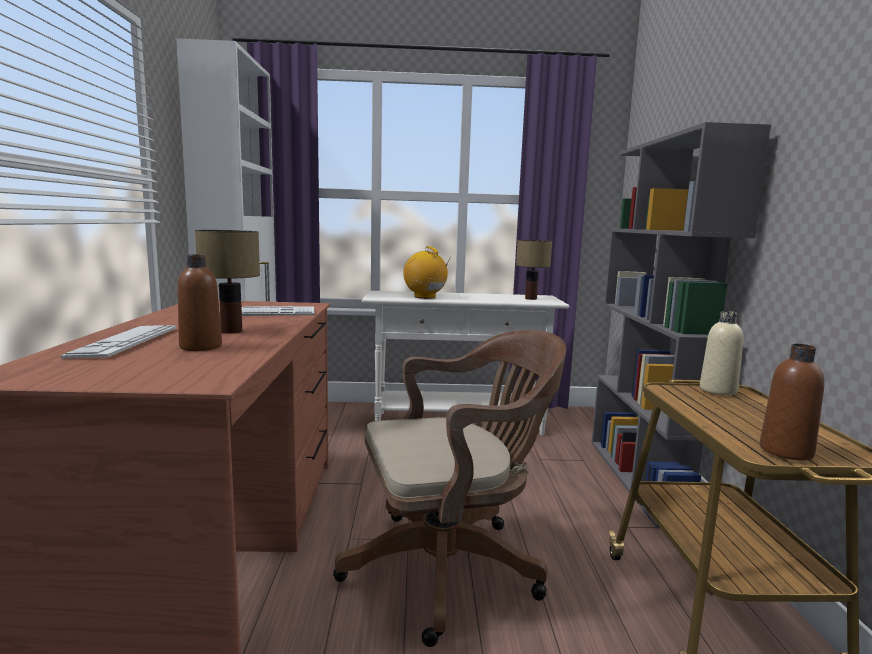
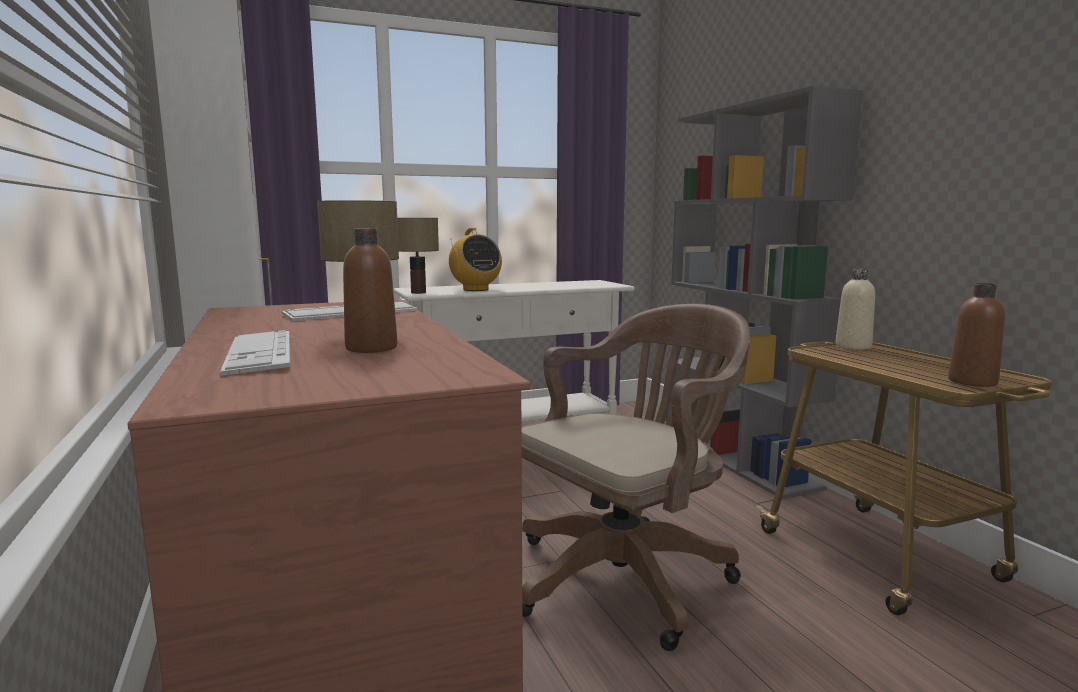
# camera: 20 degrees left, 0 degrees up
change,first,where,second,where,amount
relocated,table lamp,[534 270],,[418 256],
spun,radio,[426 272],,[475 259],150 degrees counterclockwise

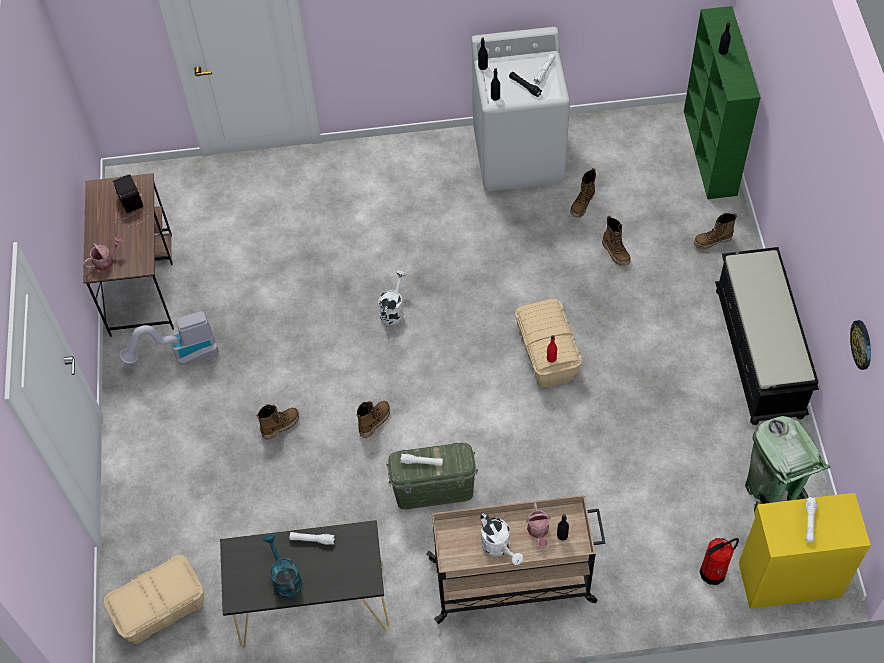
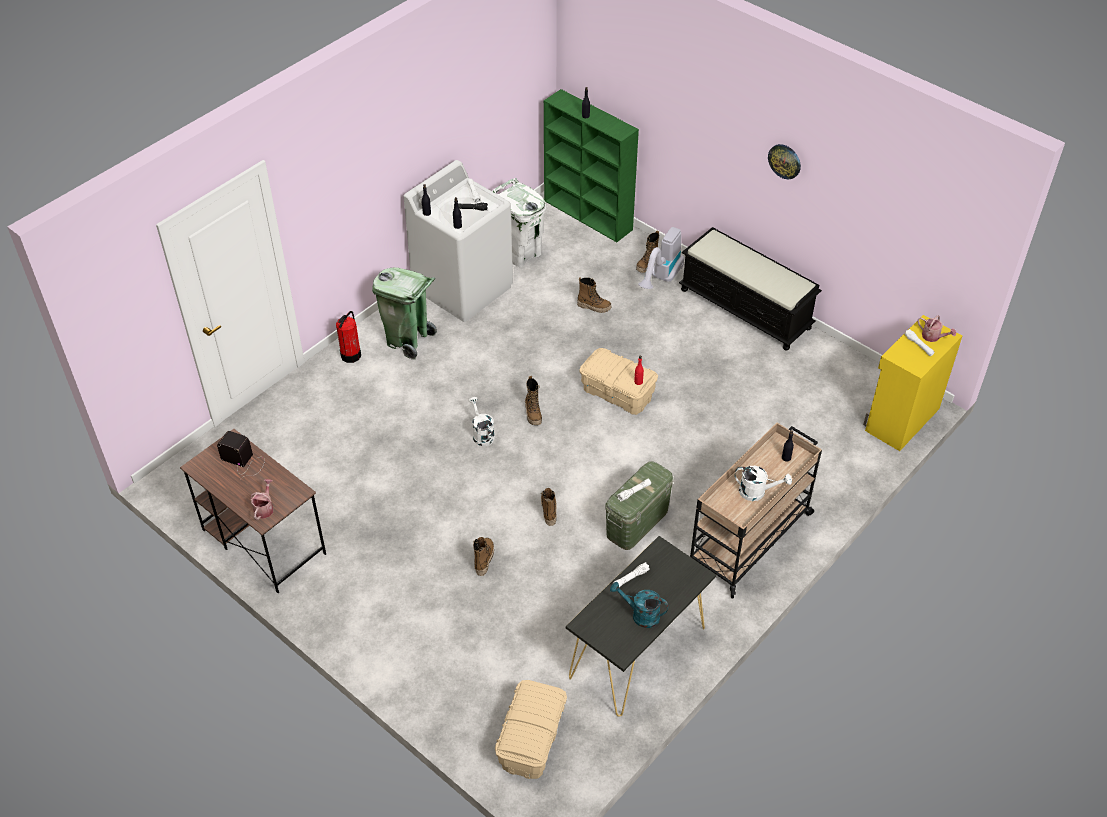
# camera: 45 degrees left, 10 degrees down
change,first,where,second,where,amount
relocated,fire extinguisher,[719 561],,[348 337],
relocated,green trash can,[787 464],,[404 313],
appeared,,,white trash can,[519 222],
relocated,boot,[583 193],,[533 400],
relocated,vacuum cleaner,[169 338],,[661 258],
relocated,wall clock,[860 345],,[784 161],
relocated,watering can,[538 525],,[936 328],

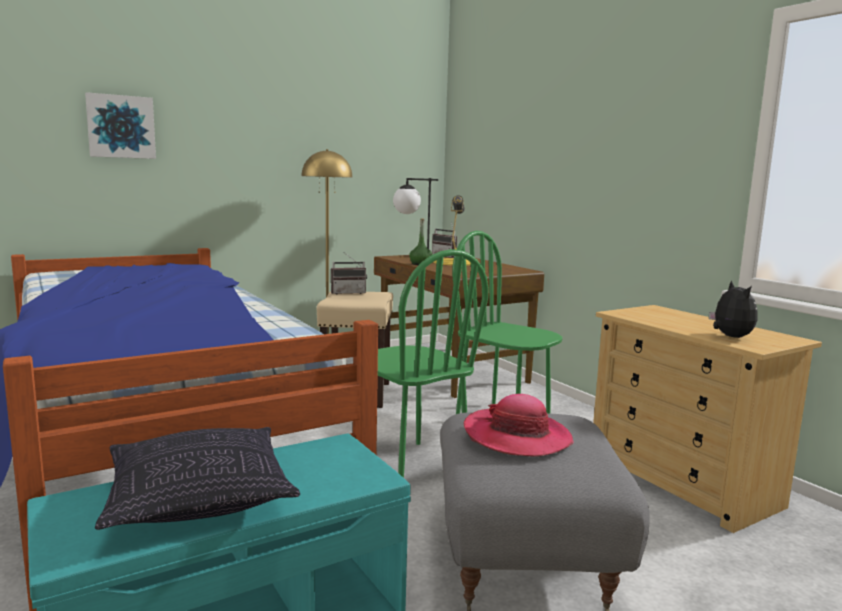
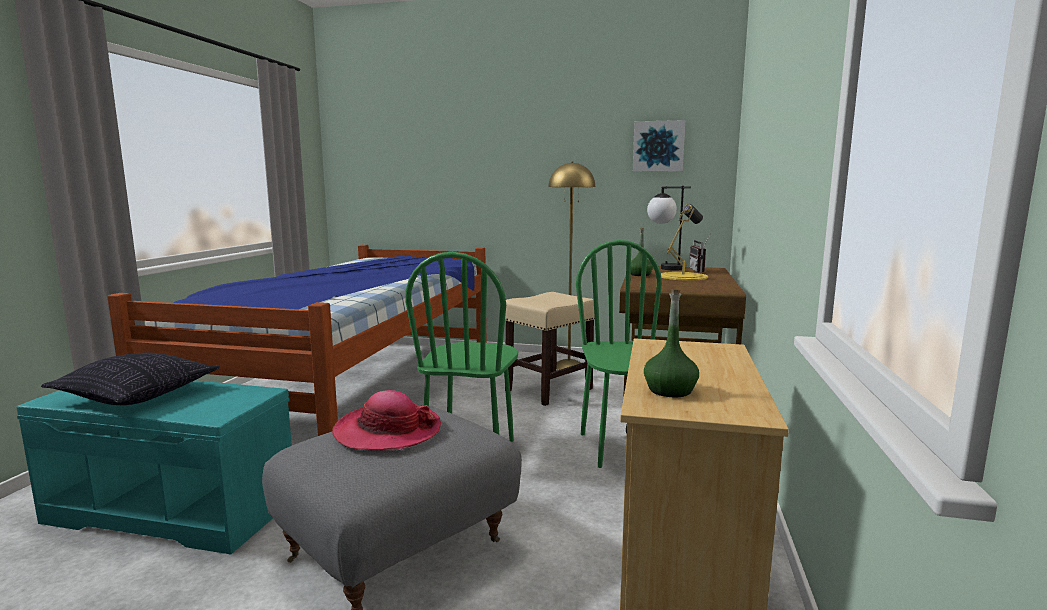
# camera: 45 degrees right, 0 degrees up
change,first,where,second,where,amount
relocated,picture,[120 125],,[659 146],
exchanged,plush toy,[733 309],green bottle,[671 343],
missing,radio,[349 274],,,

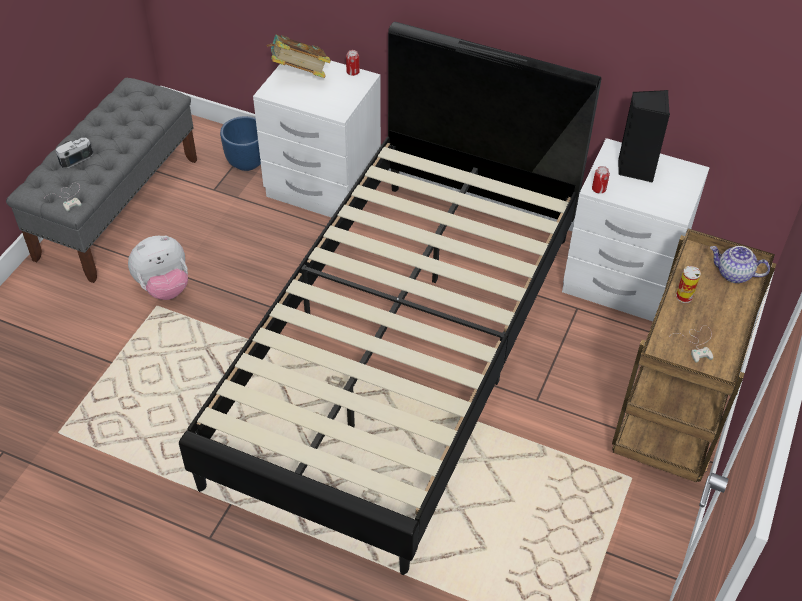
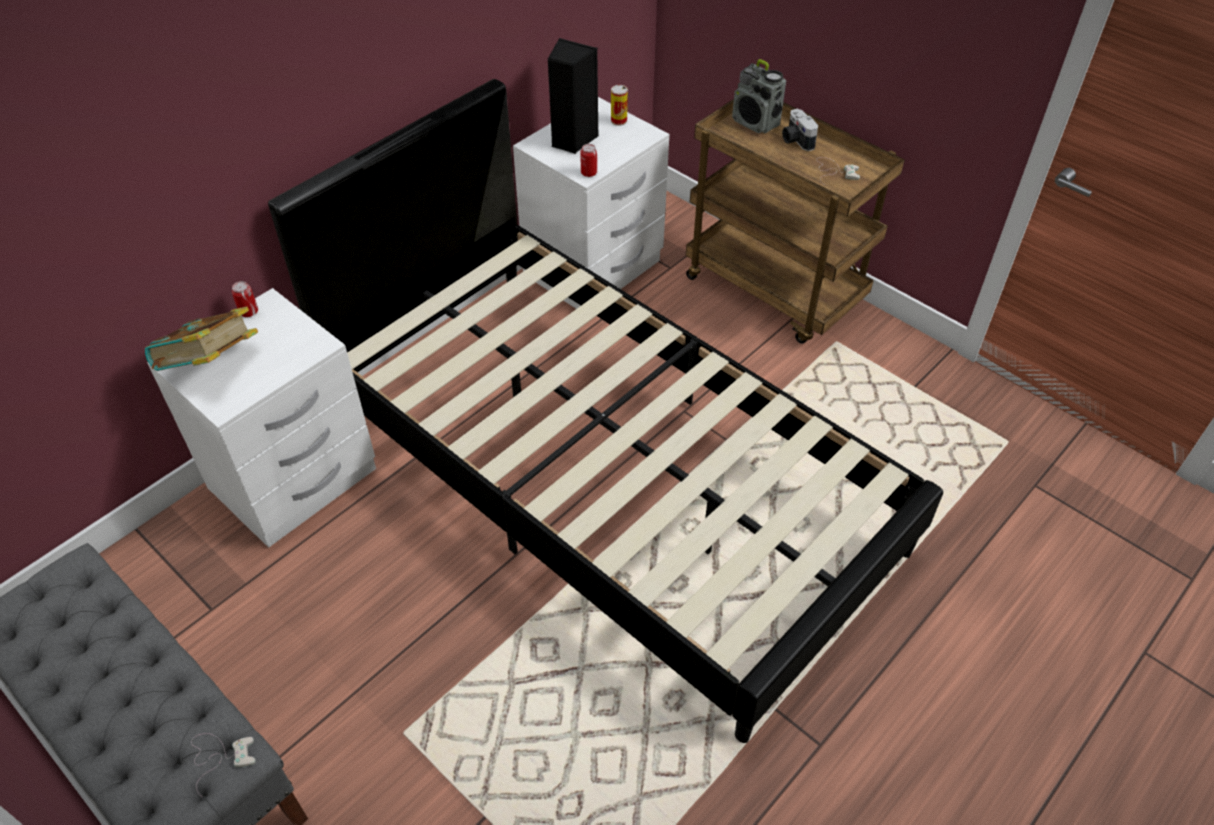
# camera: 70 degrees left, 0 degrees up
change,first,where,second,where,amount
relocated,can,[688 284],,[619 105],
exchanged,teapot,[740 264],radio,[759 96],
relocated,photo camera,[74 153],,[800 130],
missing,plush toy,[158 268],,,
missing,blue planter,[240 143],,,

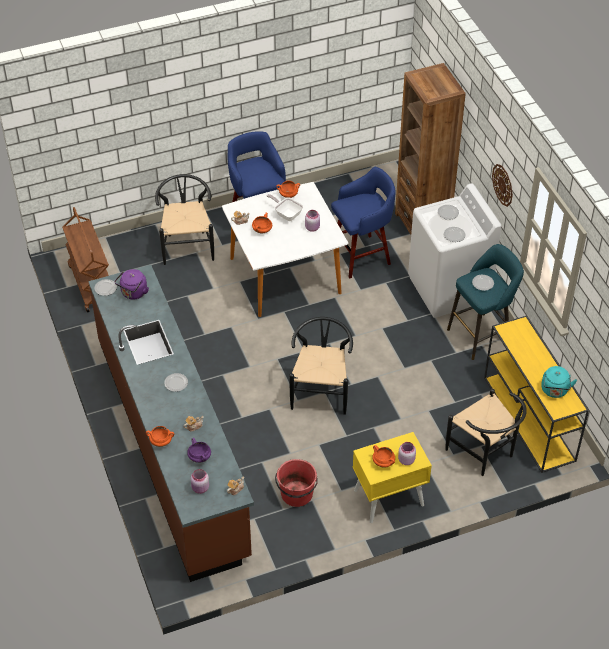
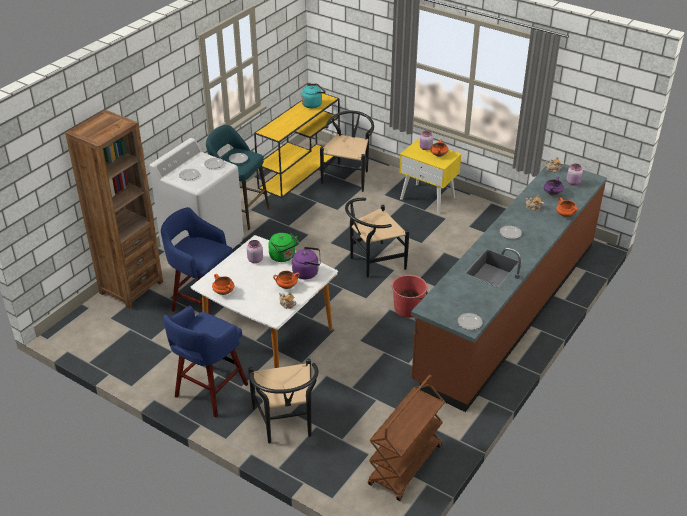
# camera: 125 degrees left, 10 degrees down
change,first,where,second,where,amount
spun,black chair,[184 219],,[283 401],60 degrees counterclockwise
appeared,,,green kettle,[283 247],
relocated,purple kettle,[131 284],,[306 263],
relocated,red bucket,[296 483],,[410 296],
missing,frying pan,[285 207],,,
missing,wall clock,[502 185],,,

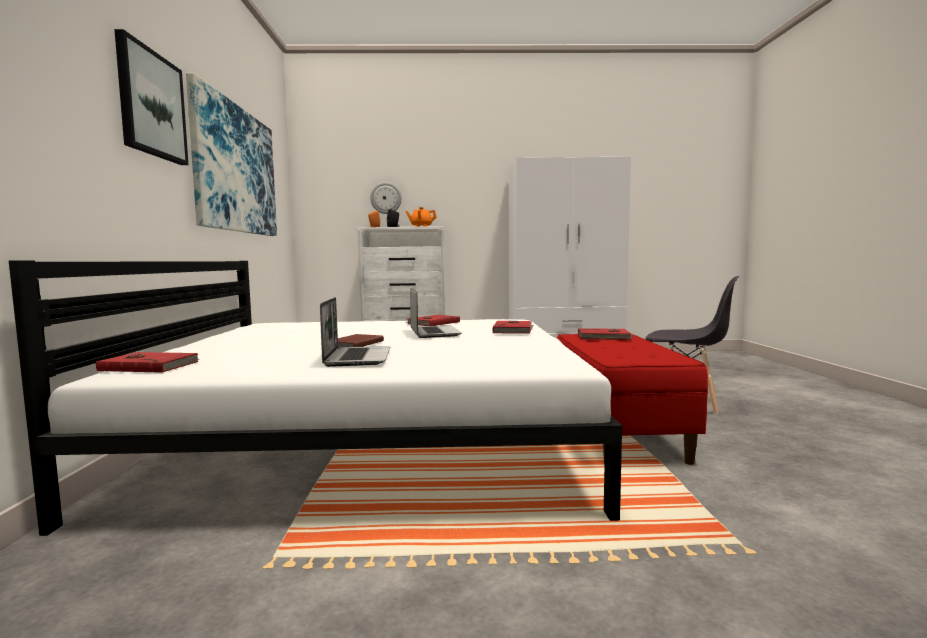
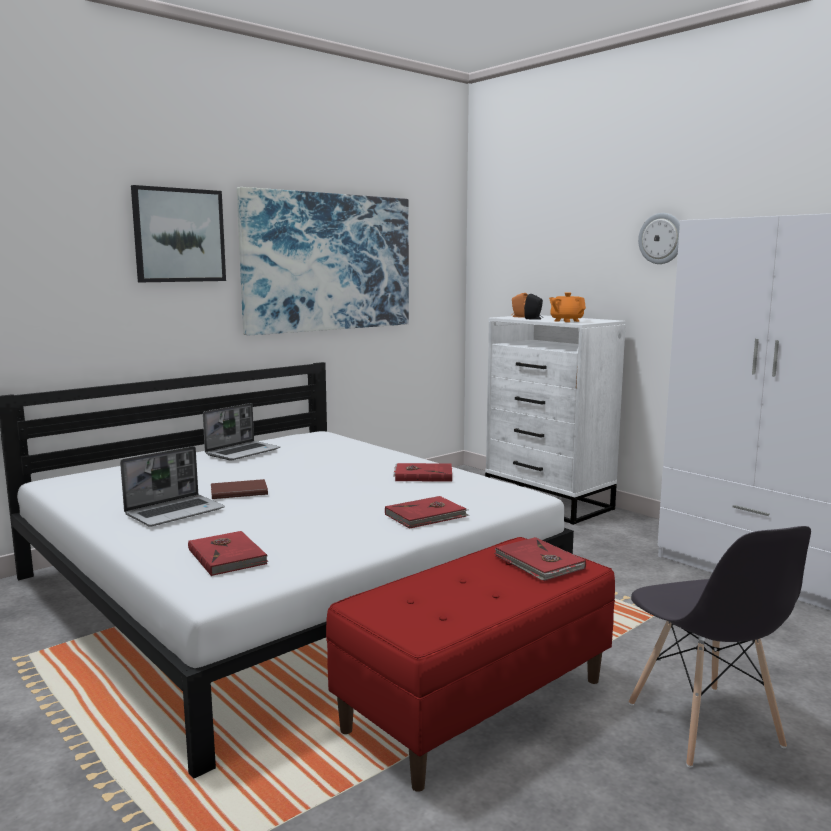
# camera: 50 degrees right, 5 degrees up
change,first,where,second,where,amount
relocated,red book,[147 362],,[228 553],
relocated,laptop,[436 313],,[241 432],
relocated,wall clock,[386 198],,[659 238],

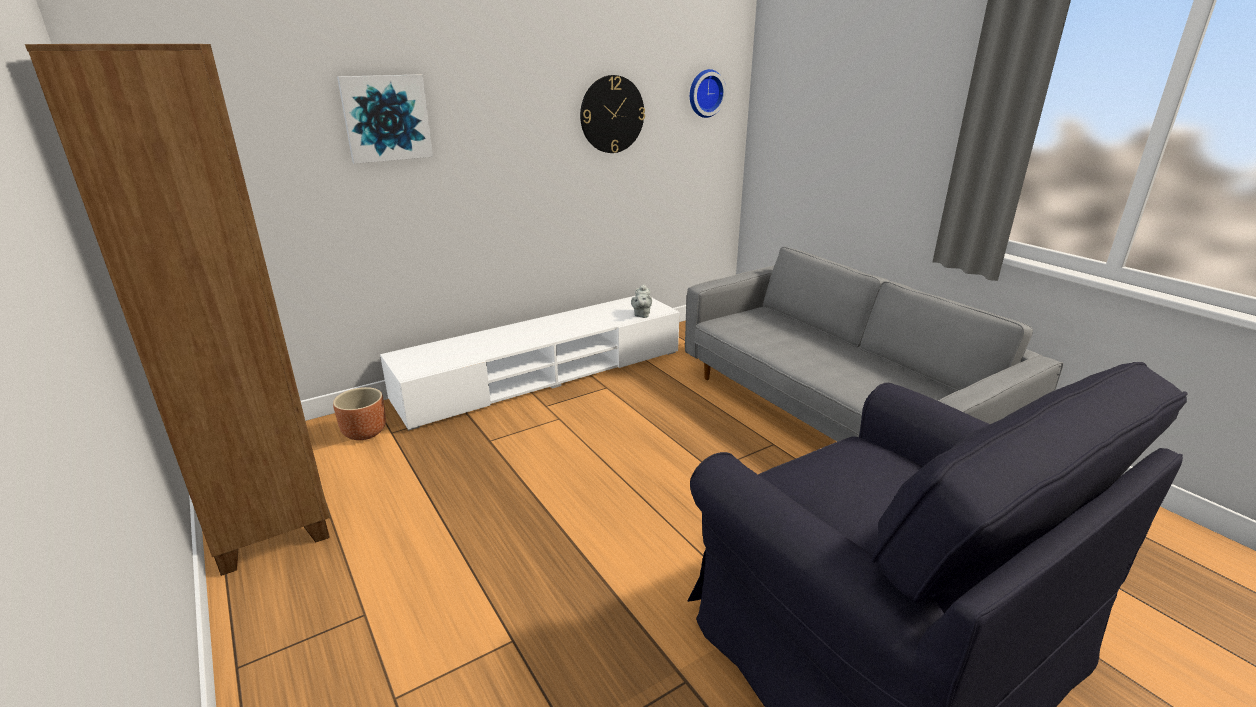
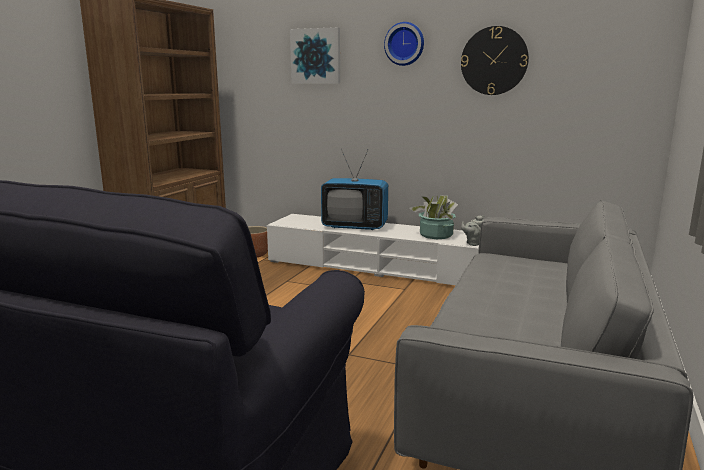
# camera: 55 degrees right, 10 degrees down
change,first,where,second,where,amount
appeared,,,television,[354 189],
relocated,wall clock,[708 93],,[404 44],
appeared,,,potted plant,[433 217],

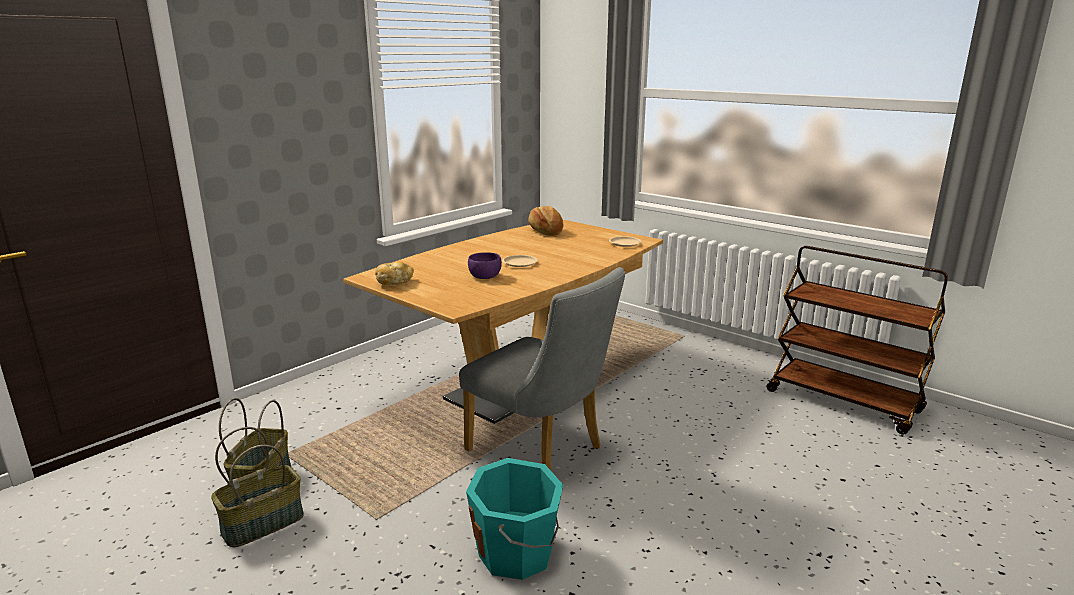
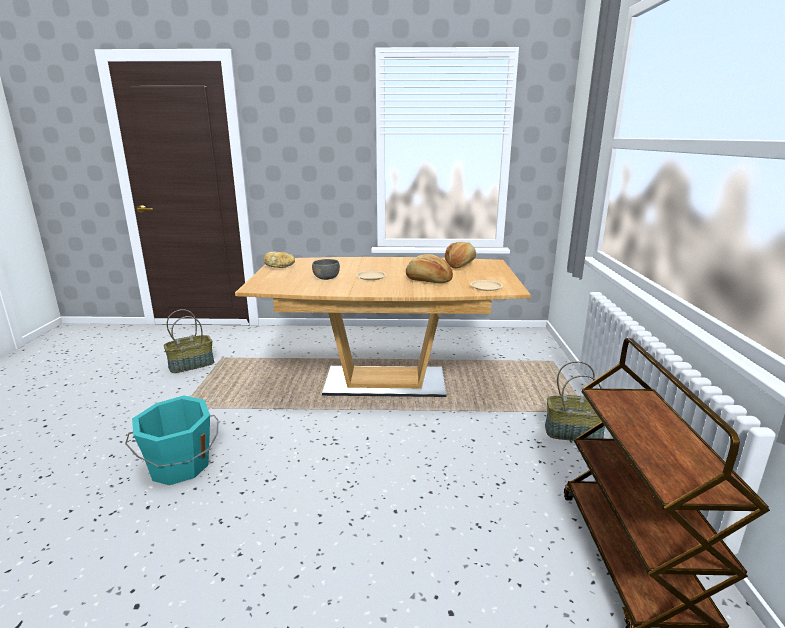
# camera: 50 degrees right, 0 degrees up
change,first,where,second,where,amount
colour,purple bowl,[485 265],grey bowl,[326 269],
appeared,,,bread,[429 268],
relocated,basket,[257 487],,[575 401],
missing,grey chair,[542 368],,,

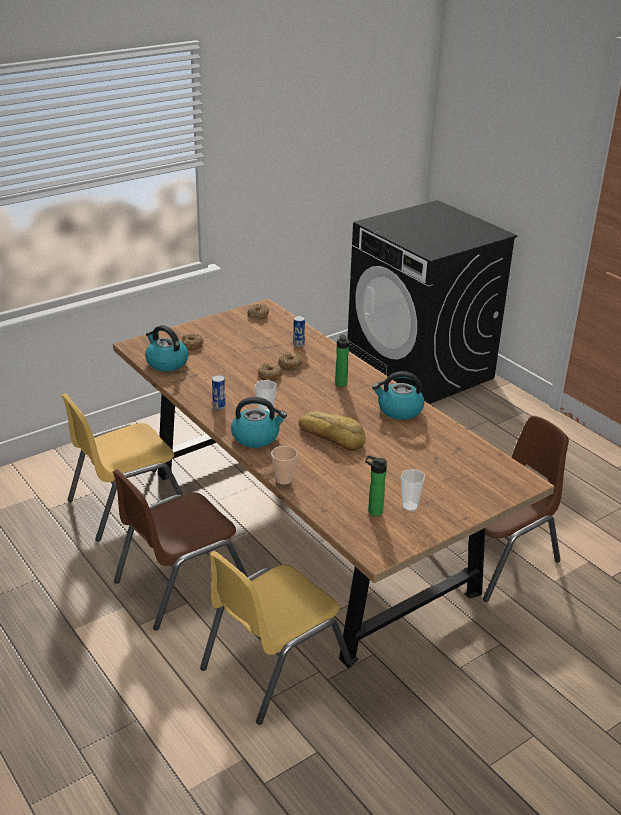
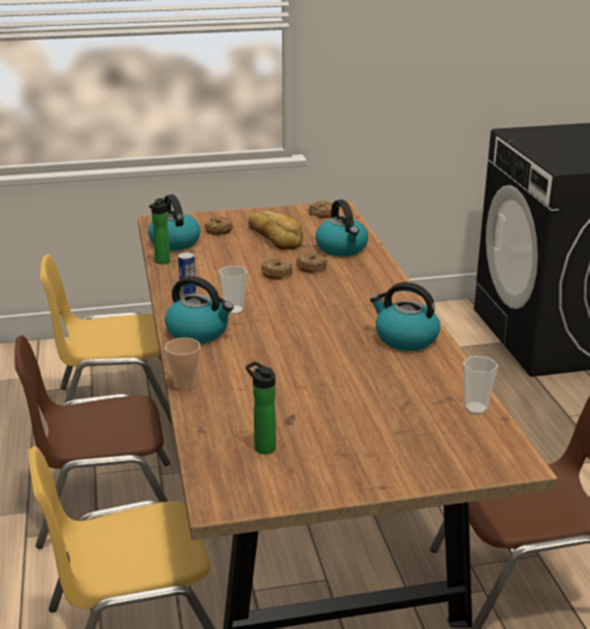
# camera: 25 degrees right, 5 degrees down
change,first,where,second,where,amount
relocated,bottle,[342 360],,[159 231],
relocated,bread,[332 431],,[275 230],
exchanged,can,[299 331],kettle,[341 227],
relocated,cup,[413 490],,[480 385],

